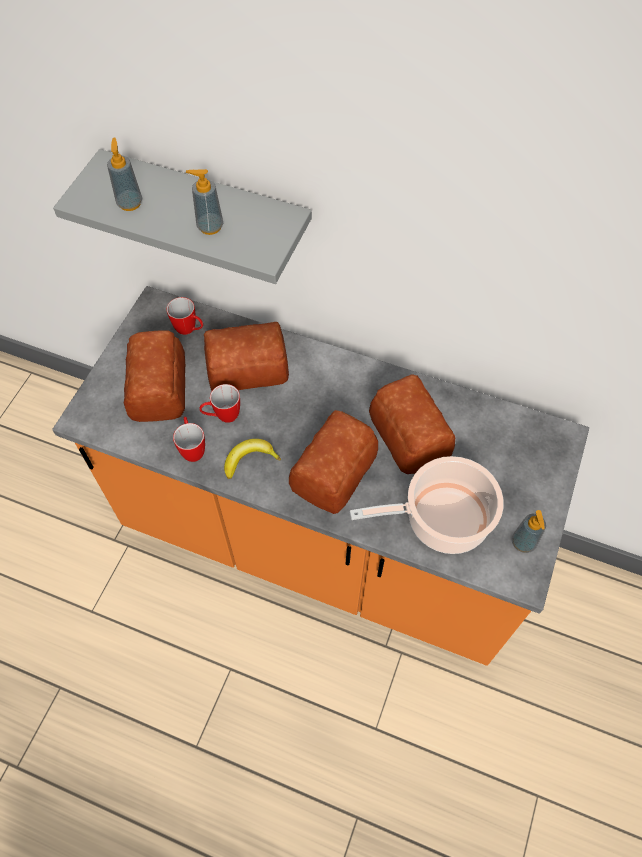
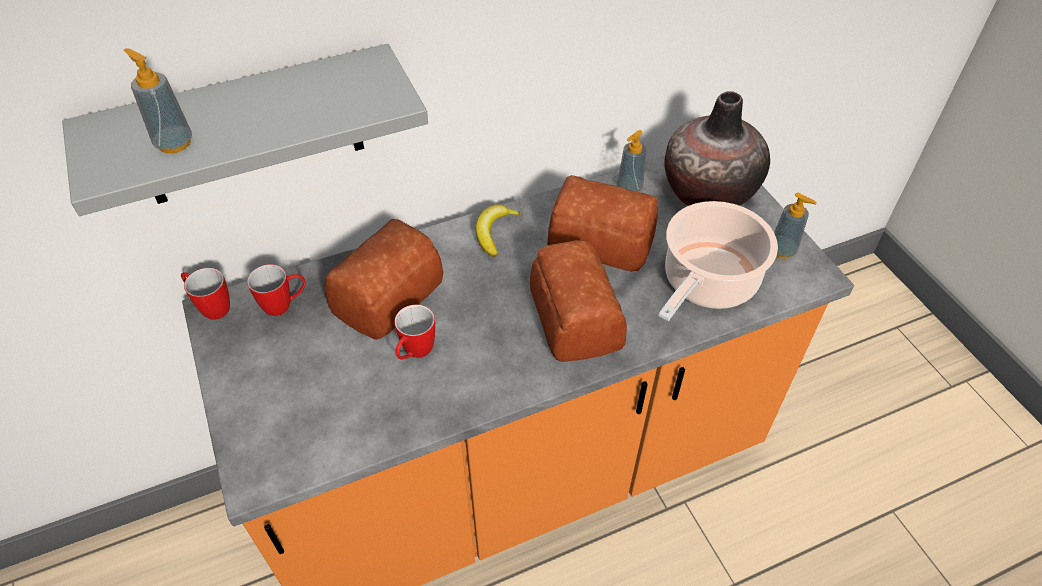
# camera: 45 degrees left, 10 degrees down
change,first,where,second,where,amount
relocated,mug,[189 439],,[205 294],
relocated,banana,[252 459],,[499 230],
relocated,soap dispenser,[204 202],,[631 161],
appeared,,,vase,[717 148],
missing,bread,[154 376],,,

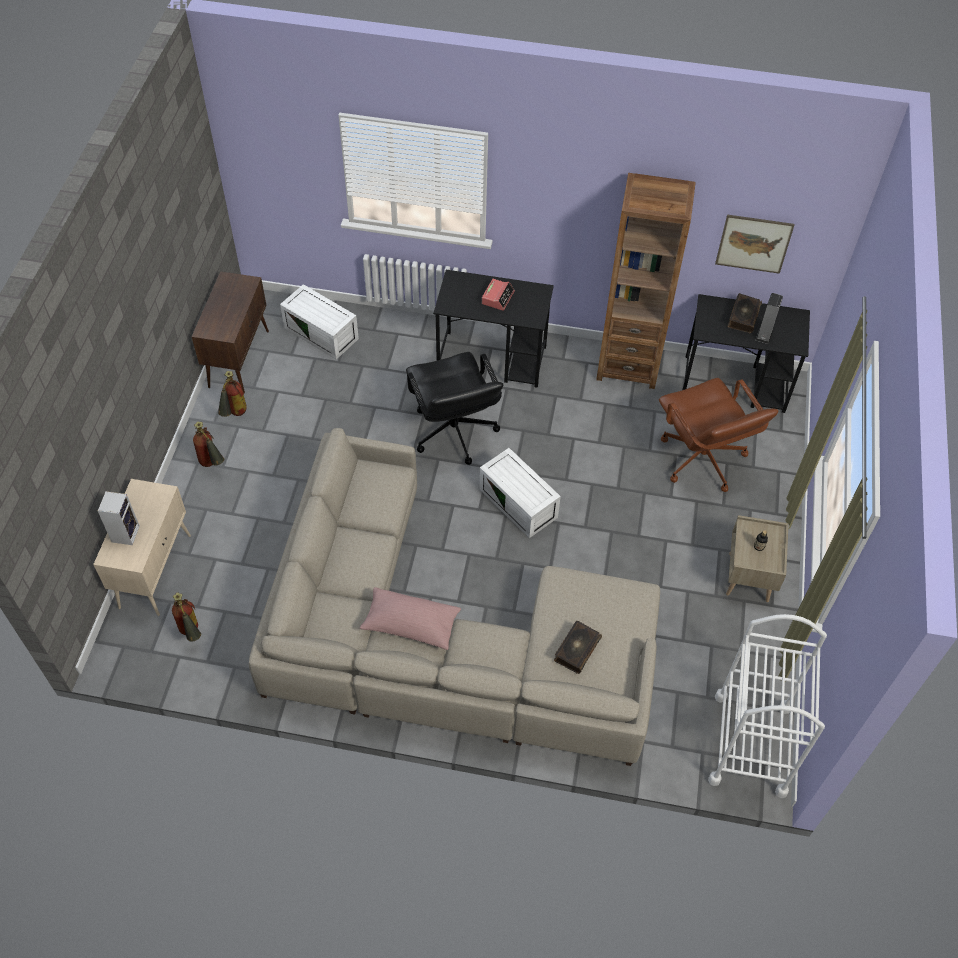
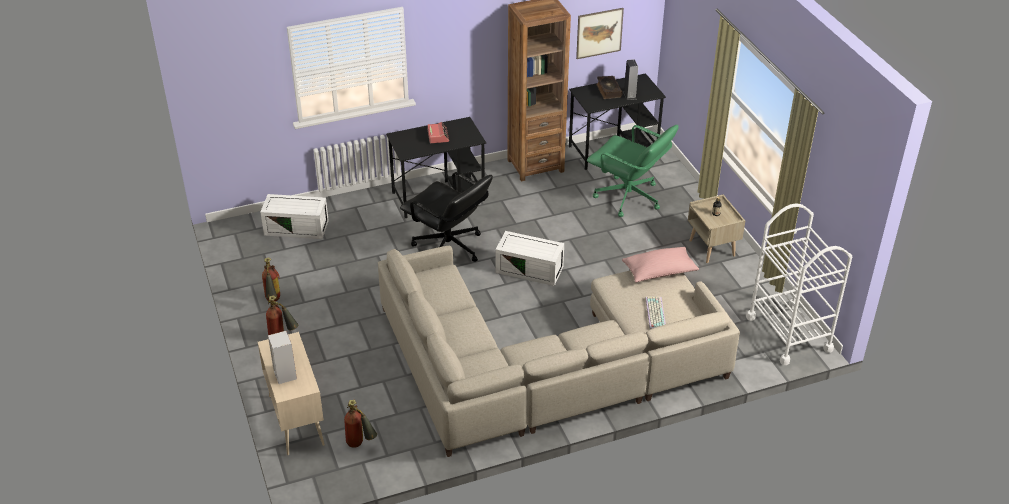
# camera: 30 degrees left, 15 degrees down
change,first,where,second,where,amount
colour,brown office chair,[718 435],green office chair,[633 171],
relocated,pink pillow,[410 618],,[660 265],
exchanged,book,[578 647],keyboard,[655 313],
missing,brown cabinet,[230 332],,,

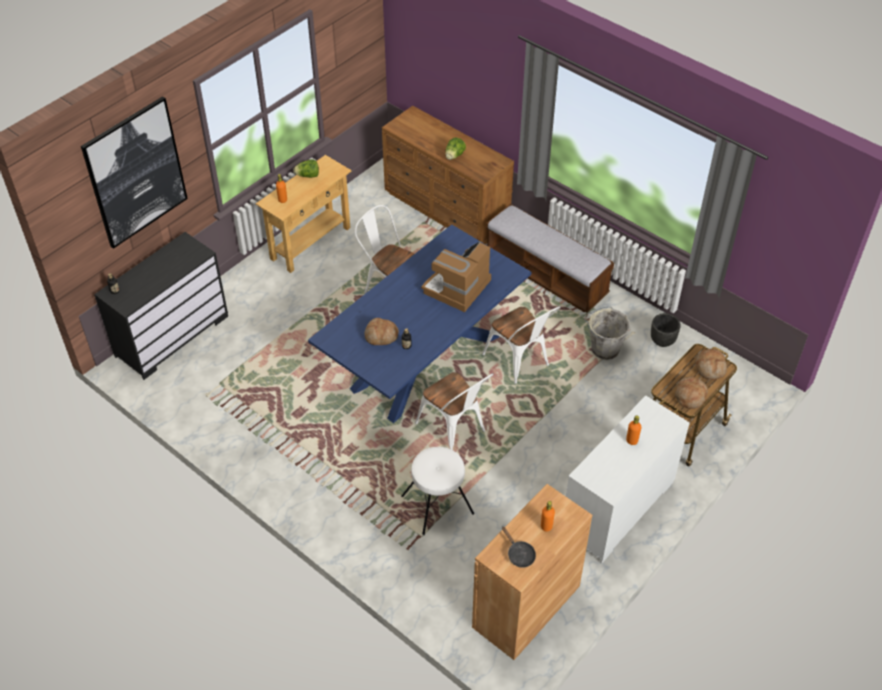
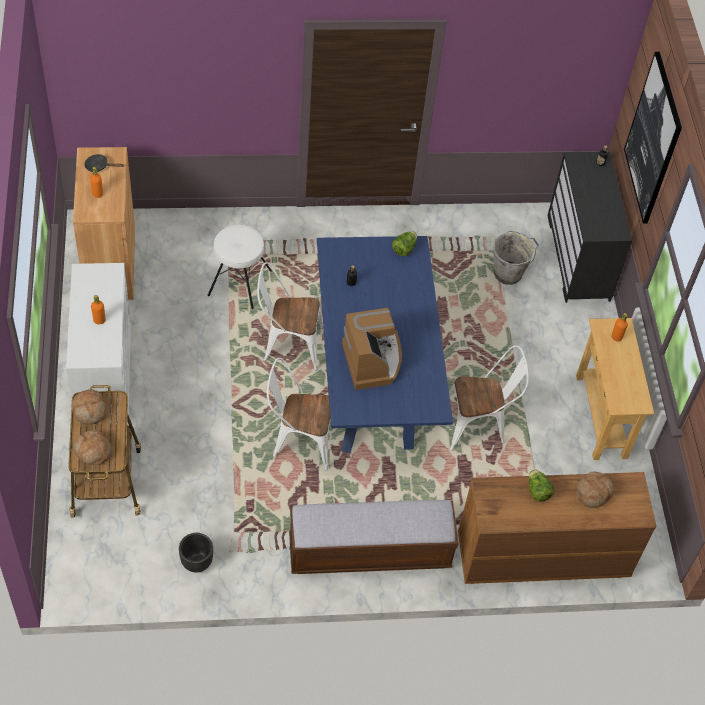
# camera: 130 degrees right, 5 degrees up
change,first,where,second,where,amount
relocated,lettuce,[306 168],,[404 243],
relocated,grey bucket,[607 333],,[516 258],
relocated,bread,[382 331],,[595 489],

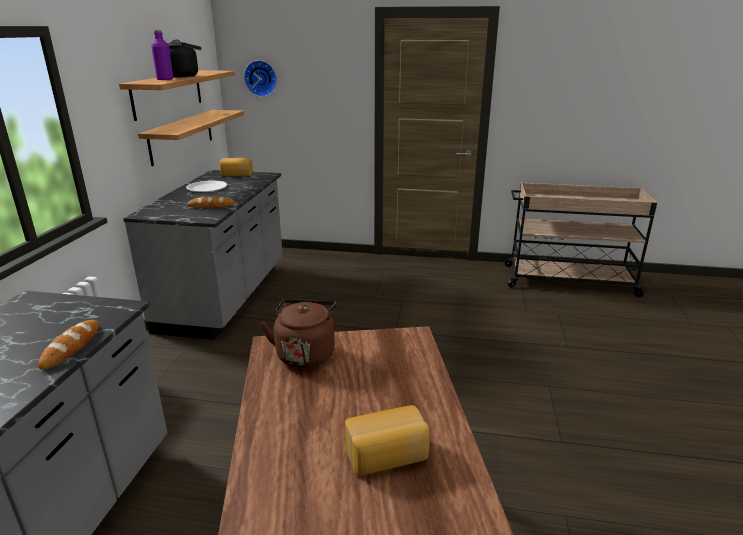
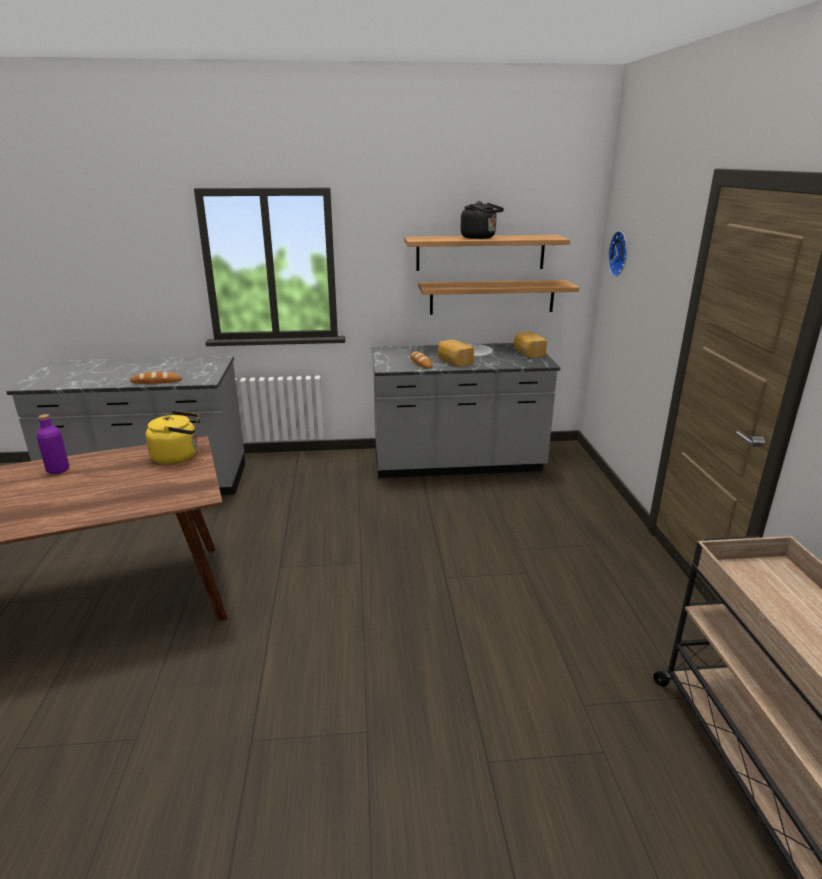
# camera: 75 degrees right, 0 degrees up
change,first,where,second,where,amount
relocated,purple bottle,[162 55],,[53 444],
colour,brown kettle,[298 333],yellow kettle,[172 437],
relocated,bread,[387 440],,[456 353],

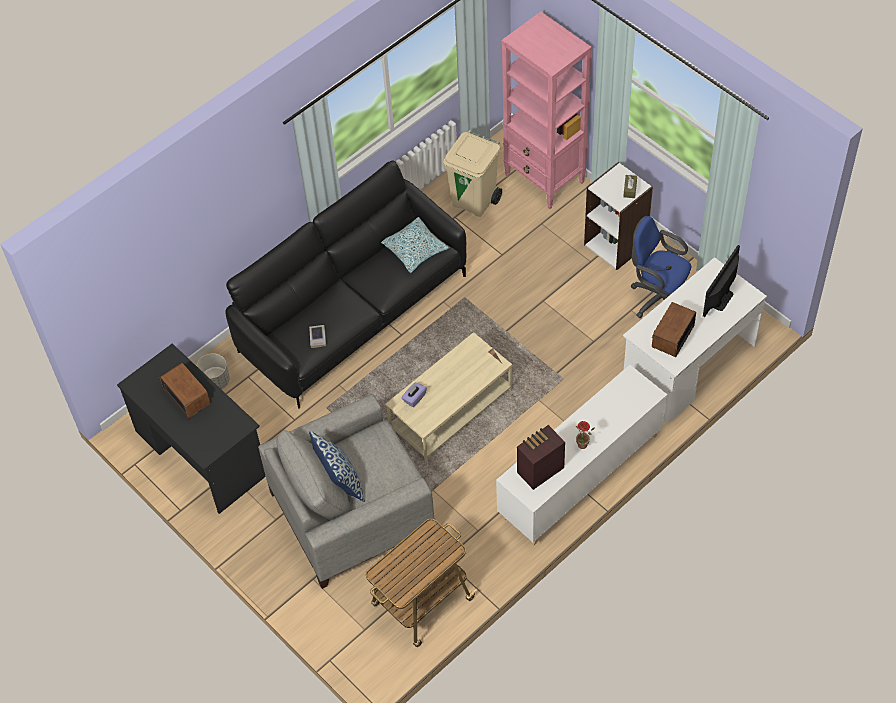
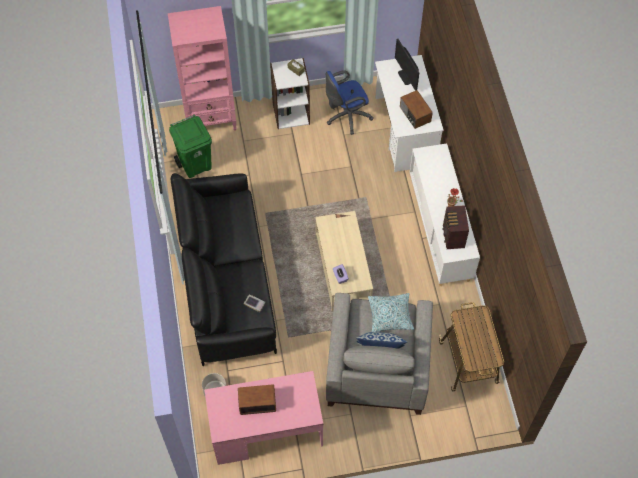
# camera: 60 degrees left, 5 degrees up
change,first,where,second,where,amount
colour,beige trash can,[472 173],green trash can,[190 146],
colour,black desk,[191 429],pink desk,[264 418],
relocated,pillow,[415 245],,[391 312],

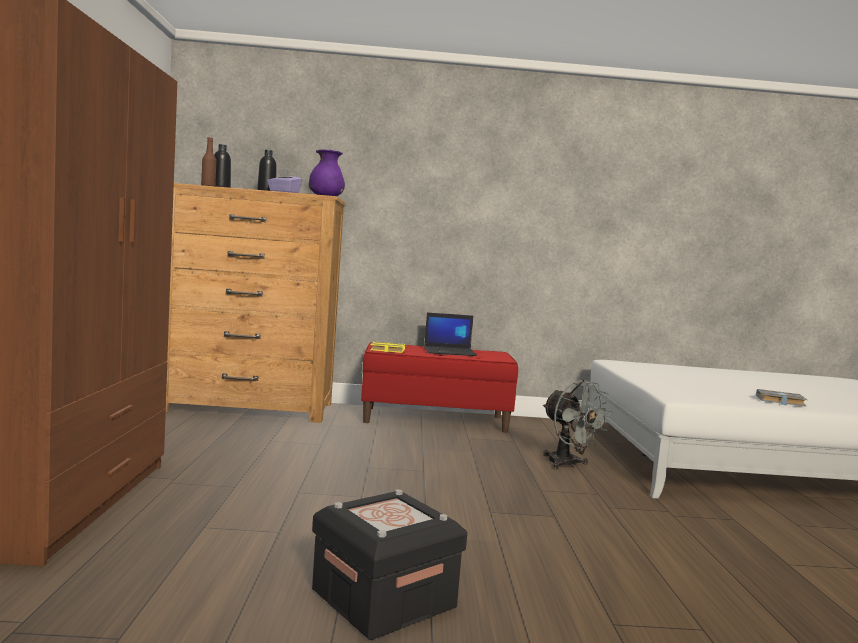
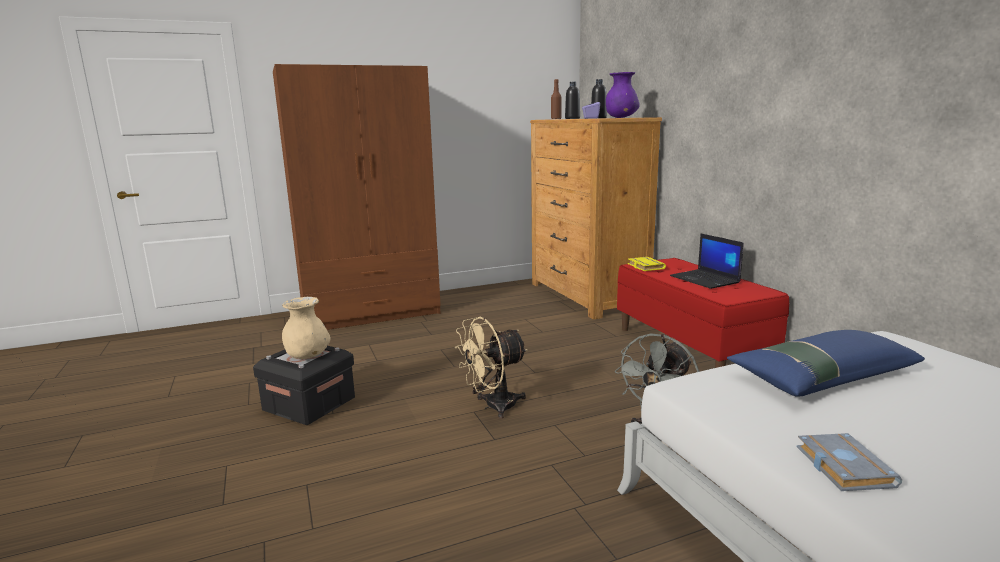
# camera: 70 degrees right, 10 degrees up
change,first,where,second,where,amount
appeared,,,beige vase,[306 328],
appeared,,,beige fan,[491 368],
appeared,,,blue pillow,[826 363],

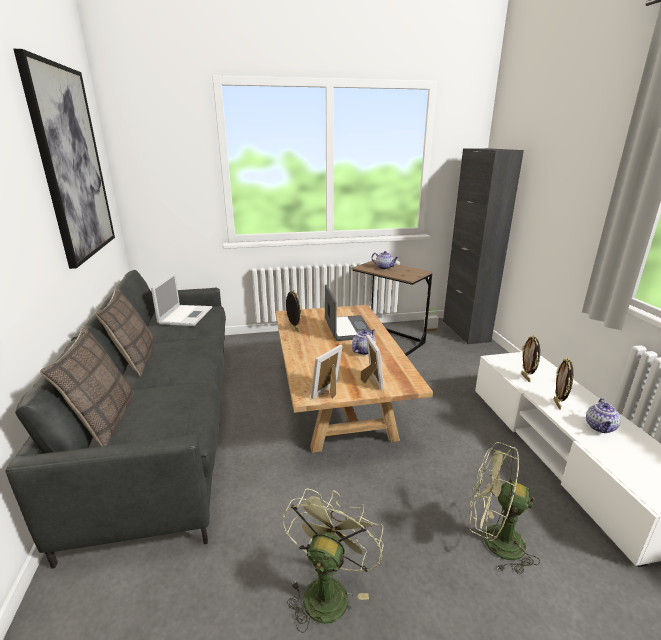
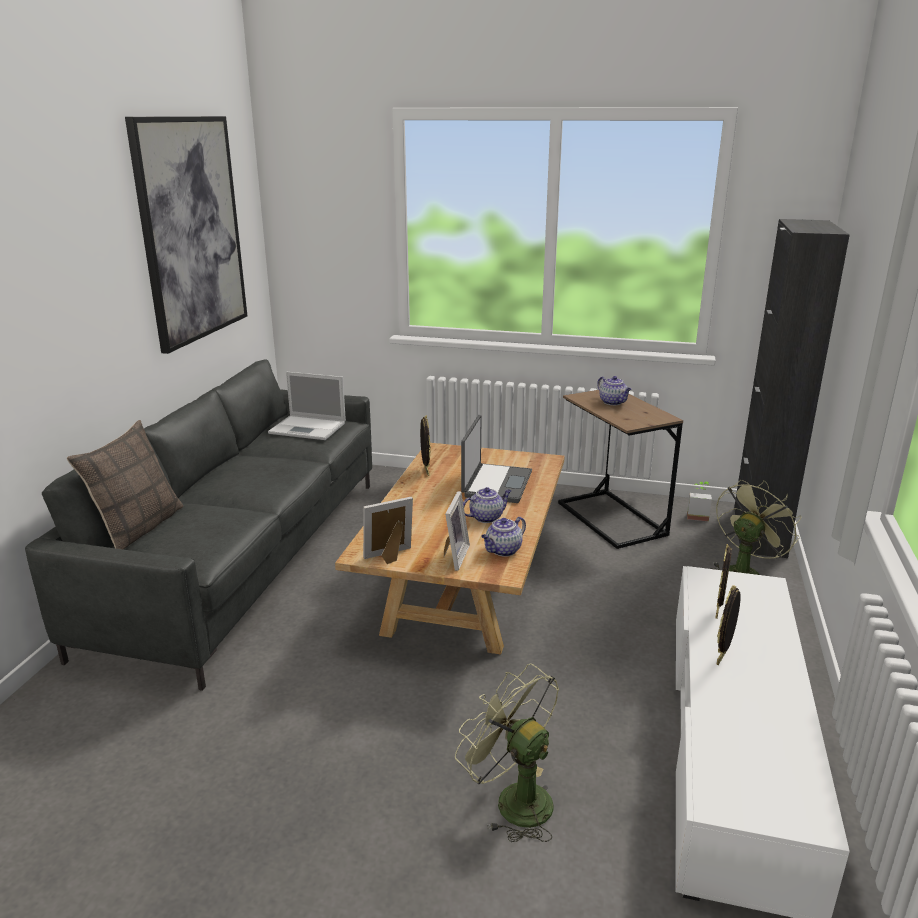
# camera: 25 degrees right, 0 degrees up
change,first,where,second,where,amount
spun,laptop,[181 299],,[307 406],75 degrees clockwise
relocated,teapot,[603 415],,[503 537],
relocated,green fan,[332 561],,[756 527],
missing,pillow,[125 331],,,

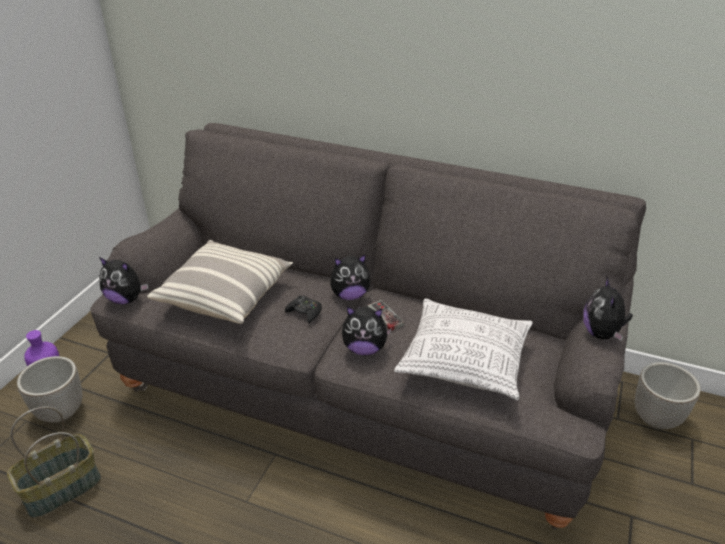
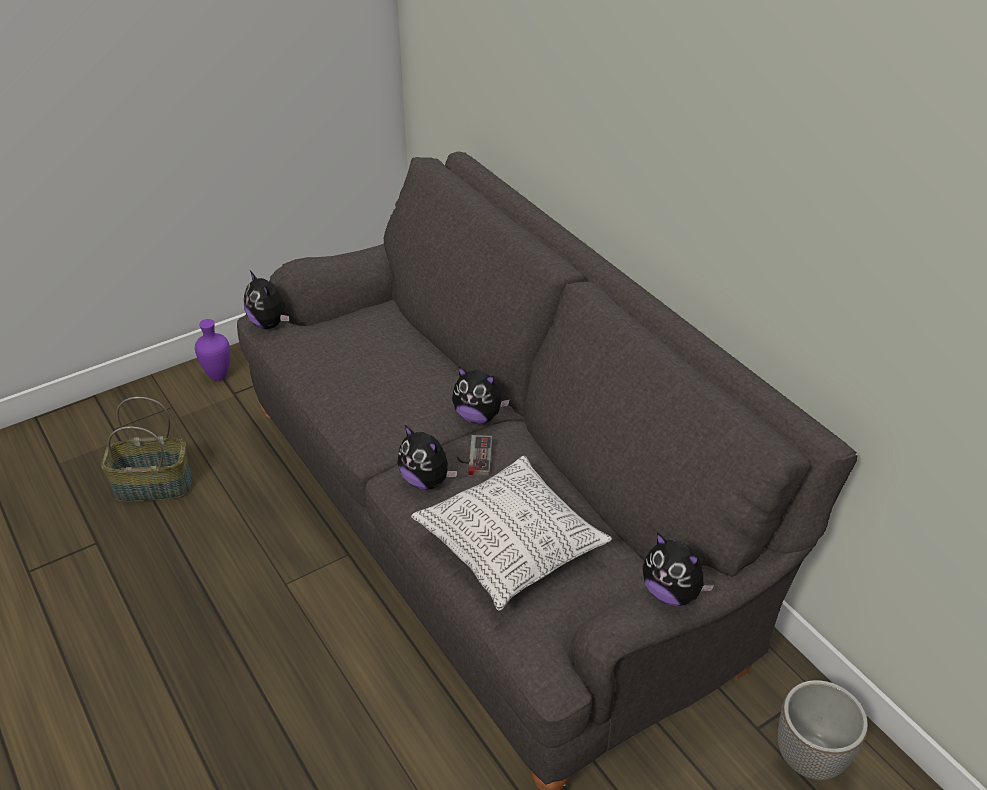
# camera: 35 degrees right, 5 degrees up
change,first,where,second,where,amount
spun,plush toy,[608 309],,[678 569],90 degrees counterclockwise
missing,planter,[49 389],,,
missing,pillow,[220 282],,,
missing,black game controller,[303 309],,,

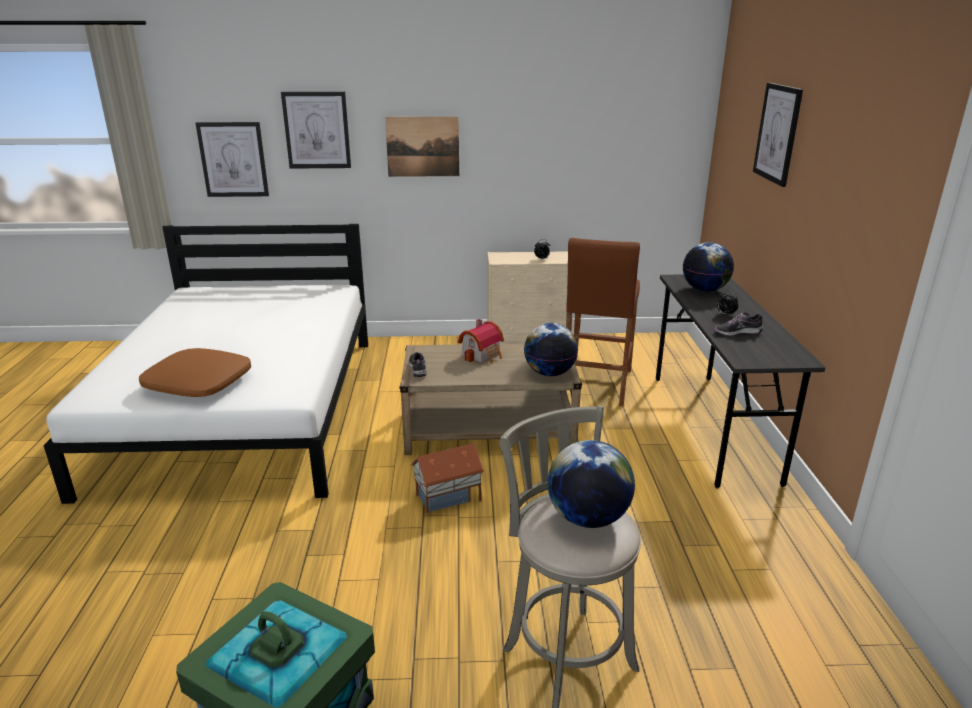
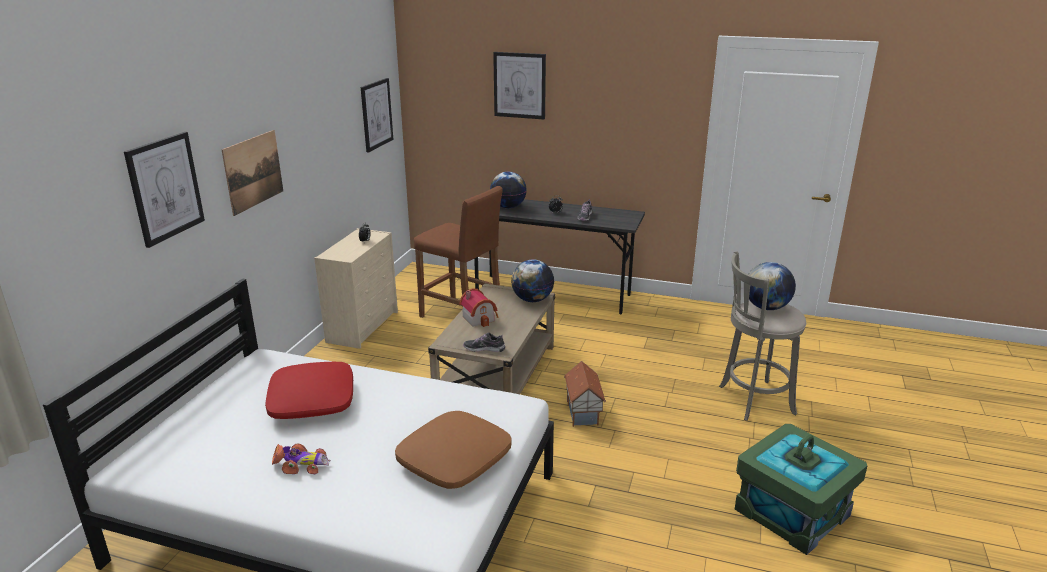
# camera: 70 degrees left, 0 degrees up
change,first,where,second,where,amount
appeared,,,red pillow,[309 390],
appeared,,,toy car,[301 458],
relocated,picture,[232 159],,[377 115],

